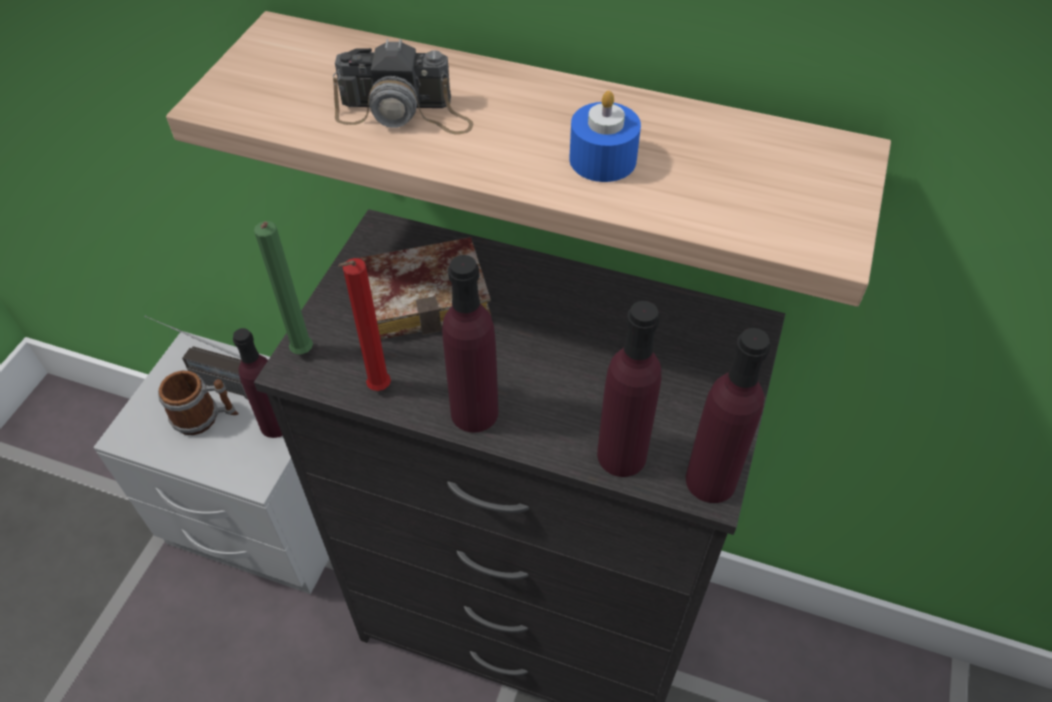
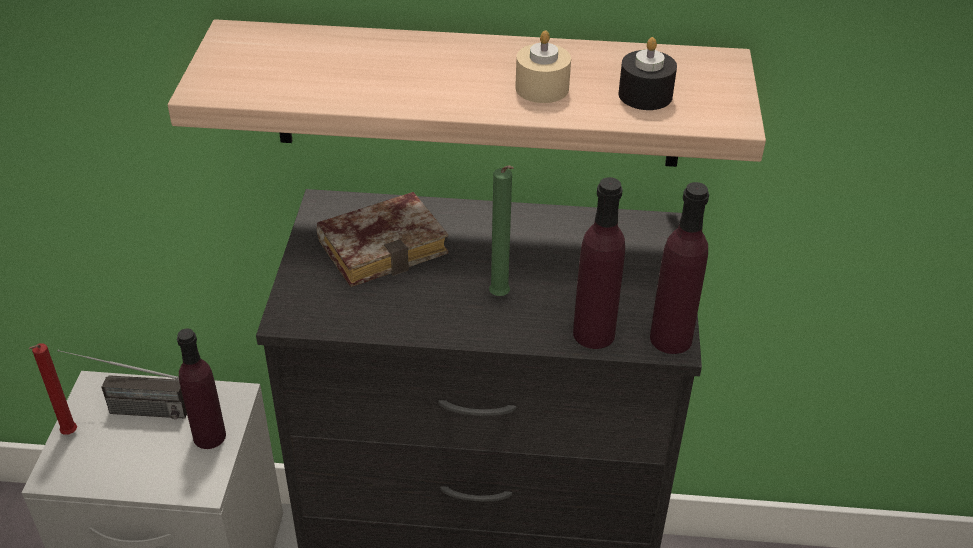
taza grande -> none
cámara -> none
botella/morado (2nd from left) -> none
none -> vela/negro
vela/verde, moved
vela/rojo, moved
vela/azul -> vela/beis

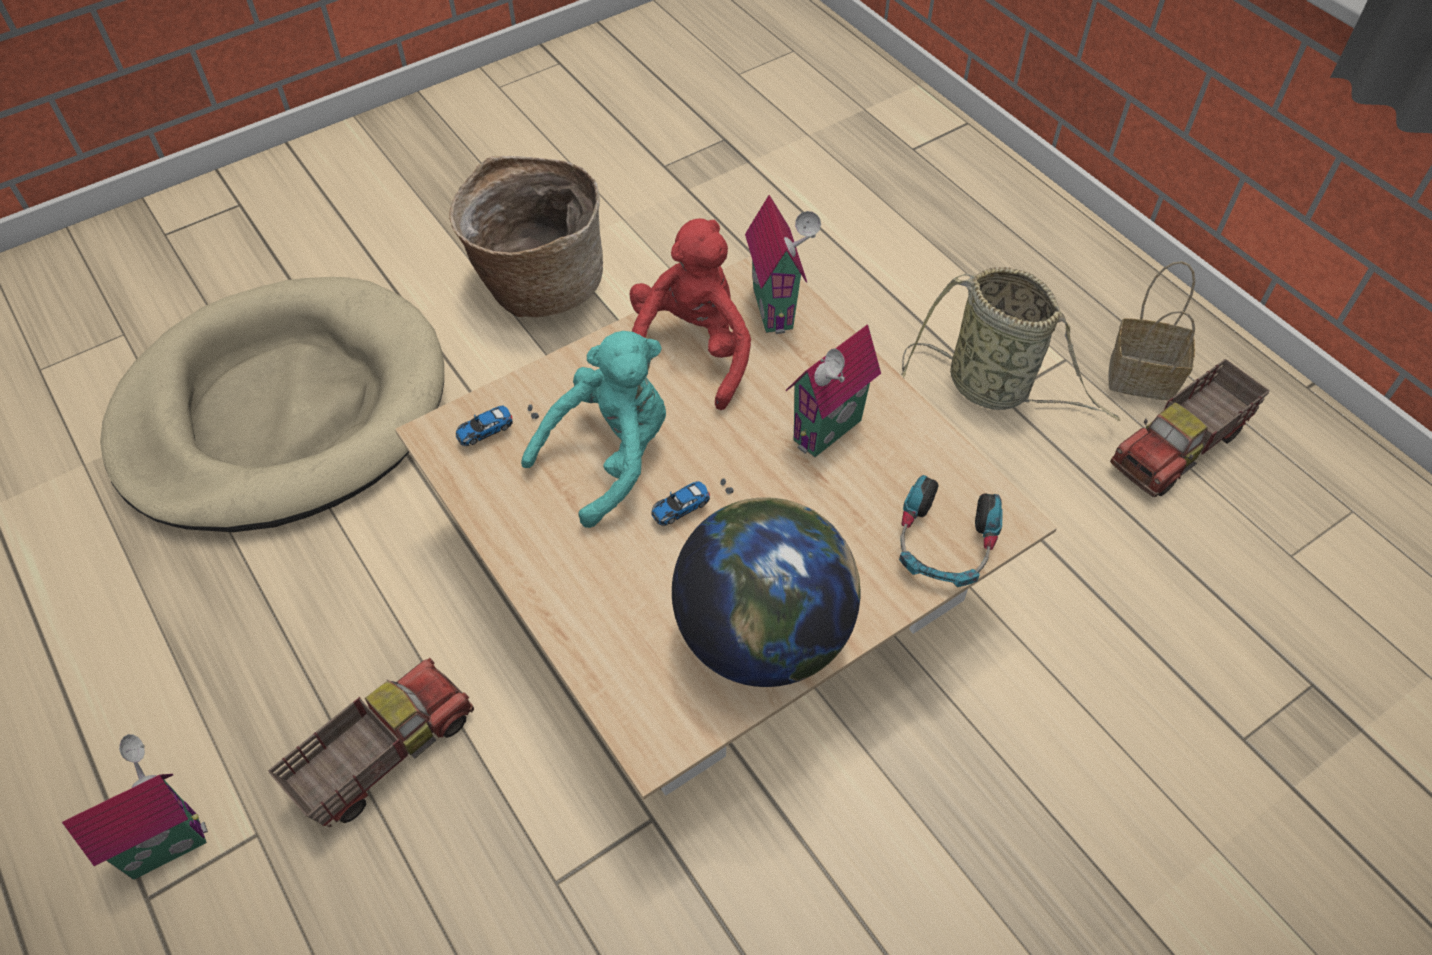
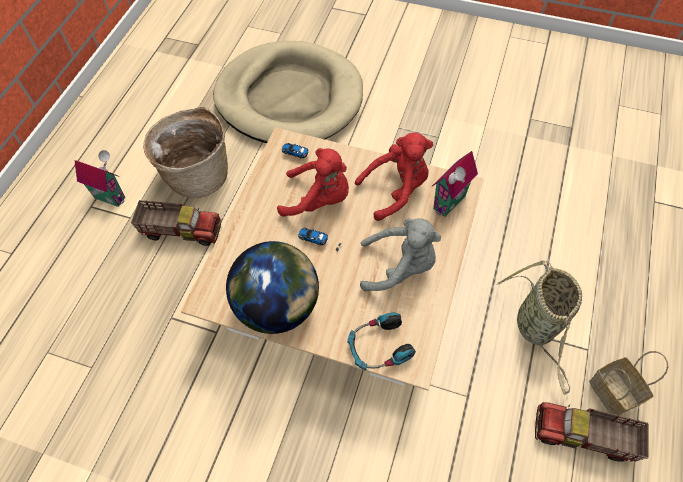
cesta (1st from left), moved
casita (3rd from left) -> peluche/gris
peluche/turquesa -> peluche/rojo (1st from left)

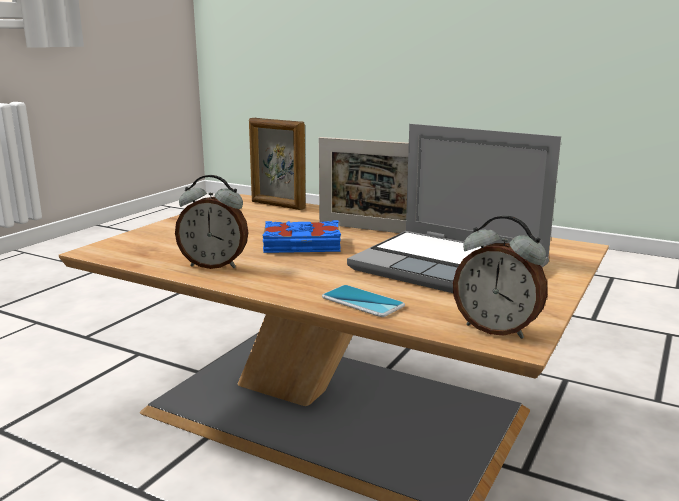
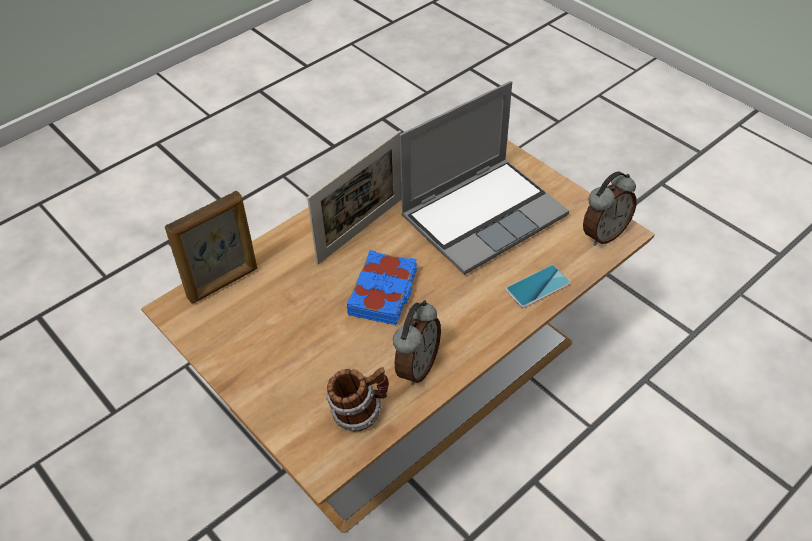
none -> taza grande

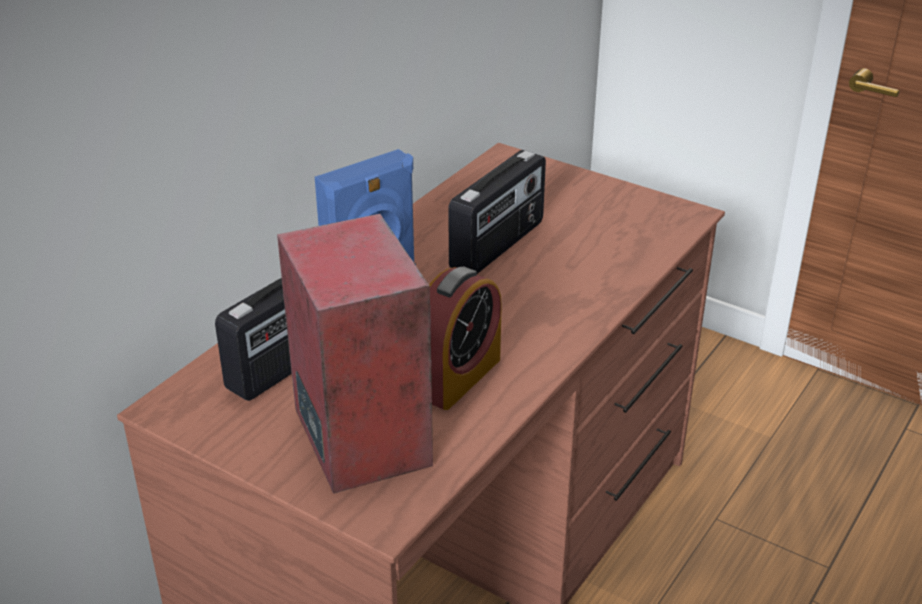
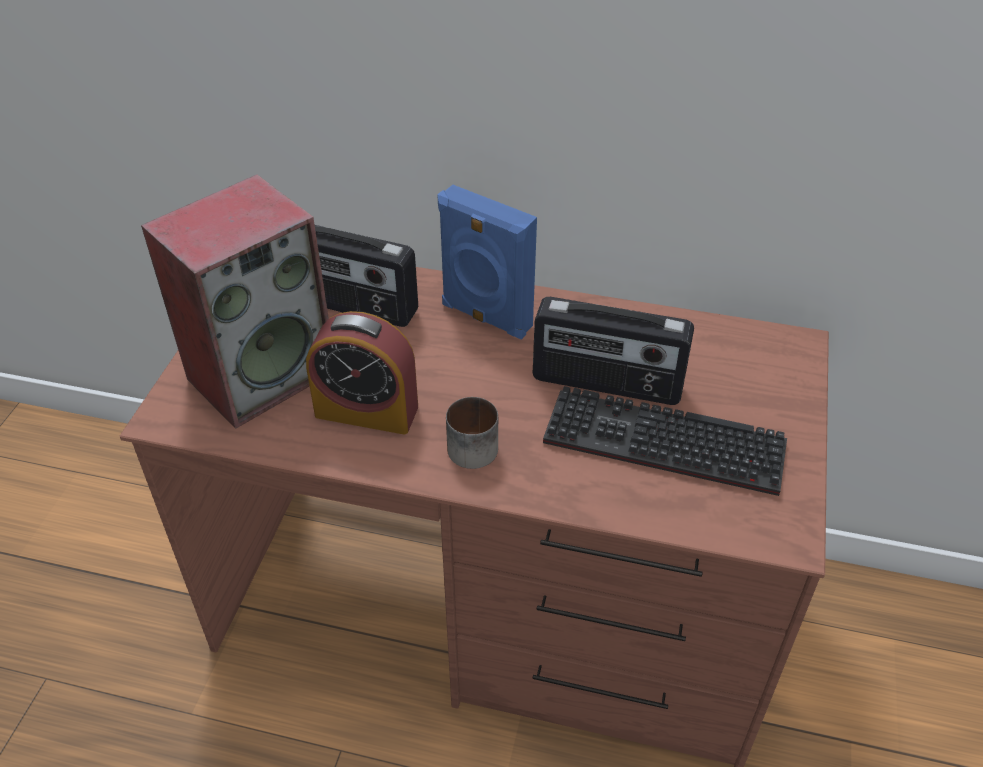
none -> taza grande
none -> teclado

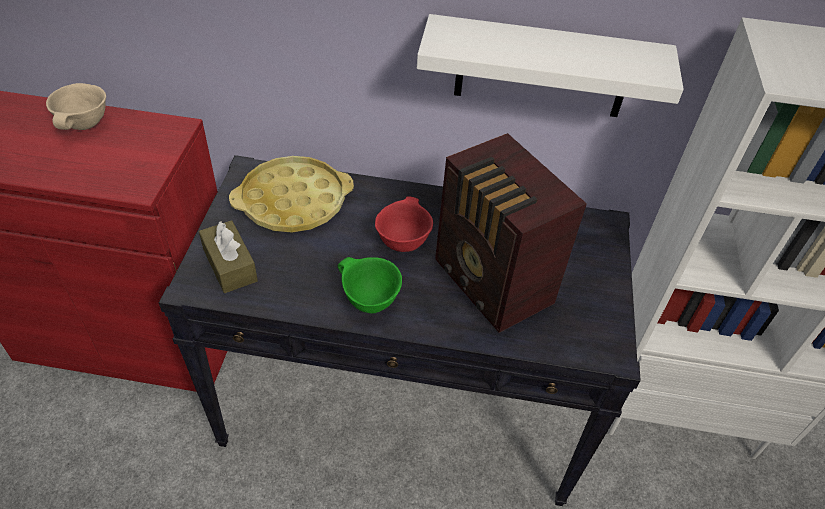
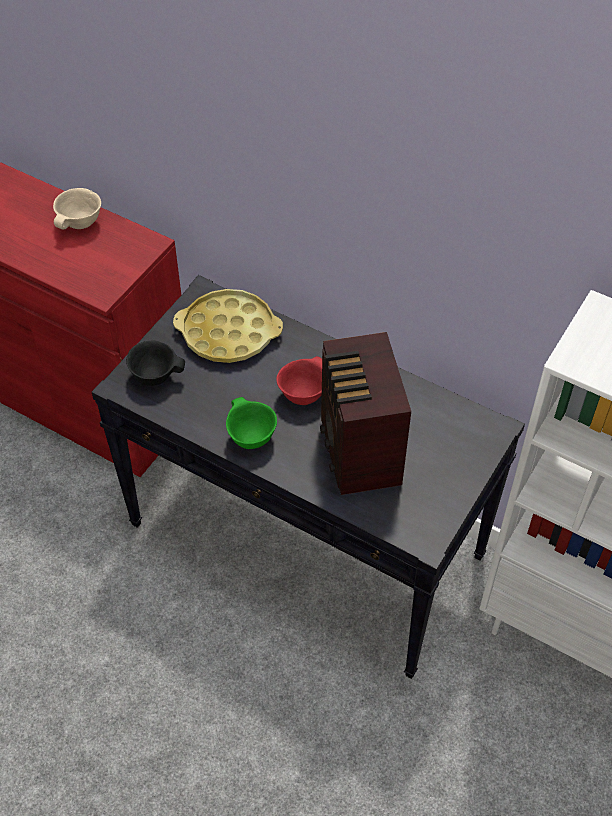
estante/blanco -> none
caja de pañuelos/marrón -> cuenco/negro

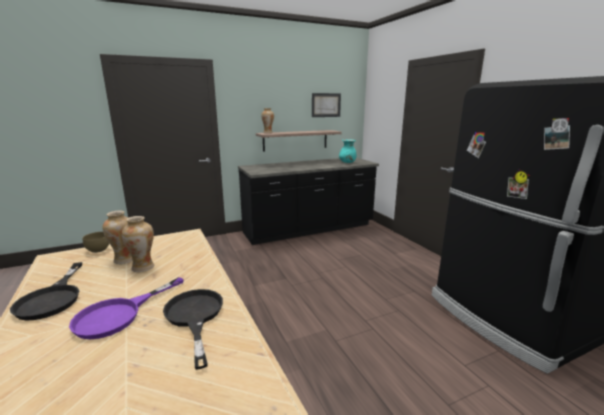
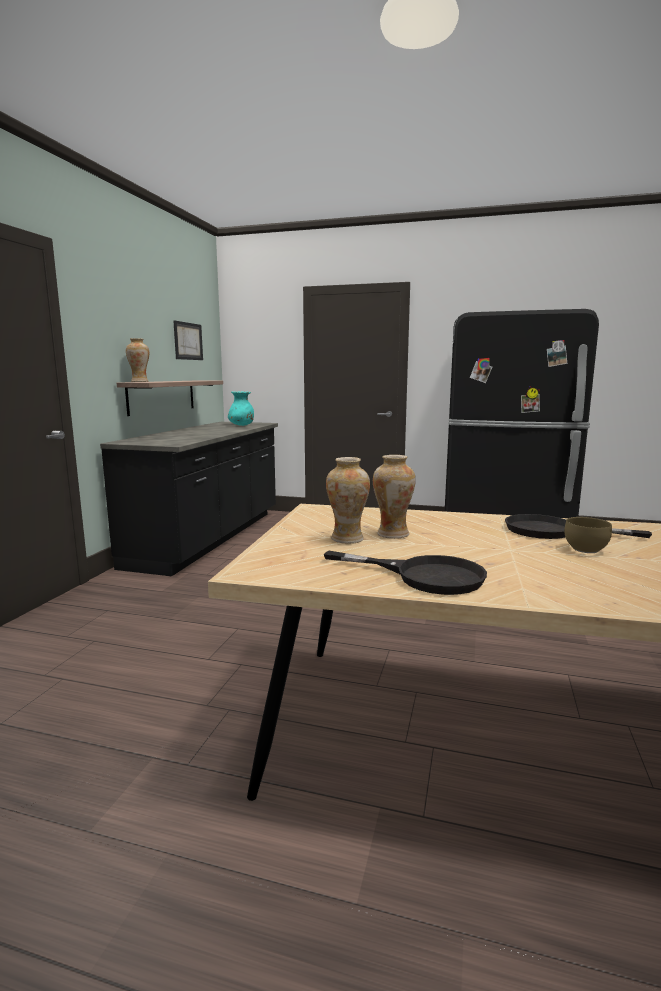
sartén/morado -> none
cuenco/marrón, moved

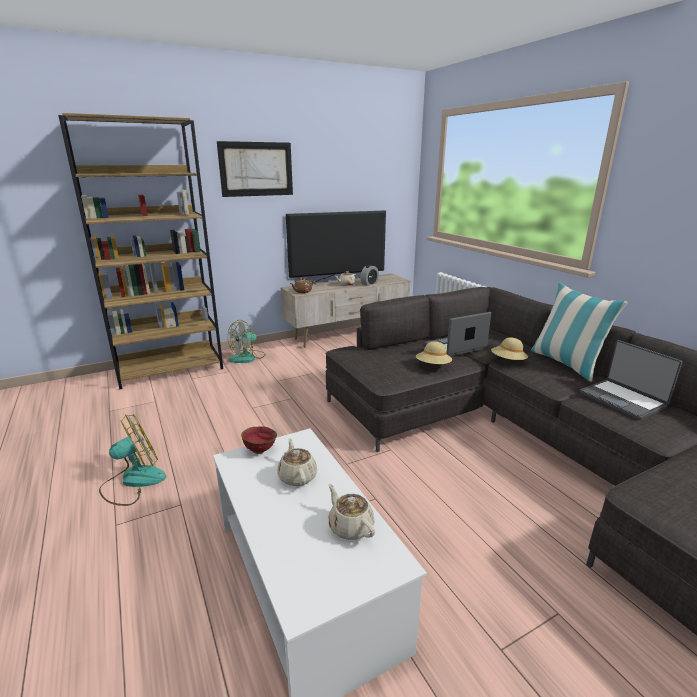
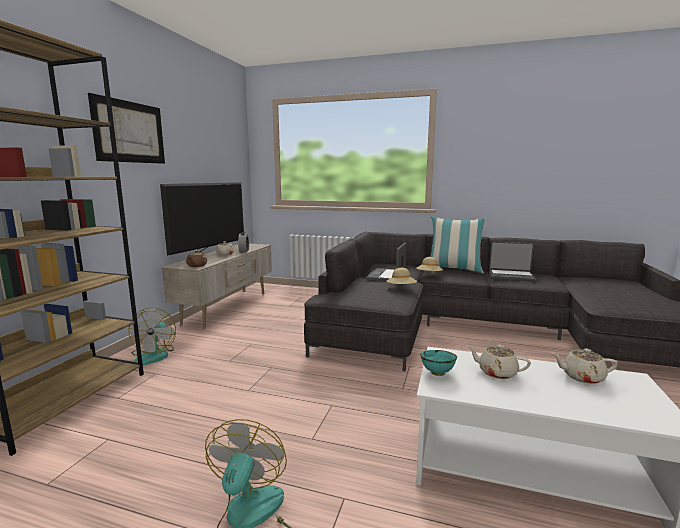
cuenco/rojo -> cuenco/turquesa

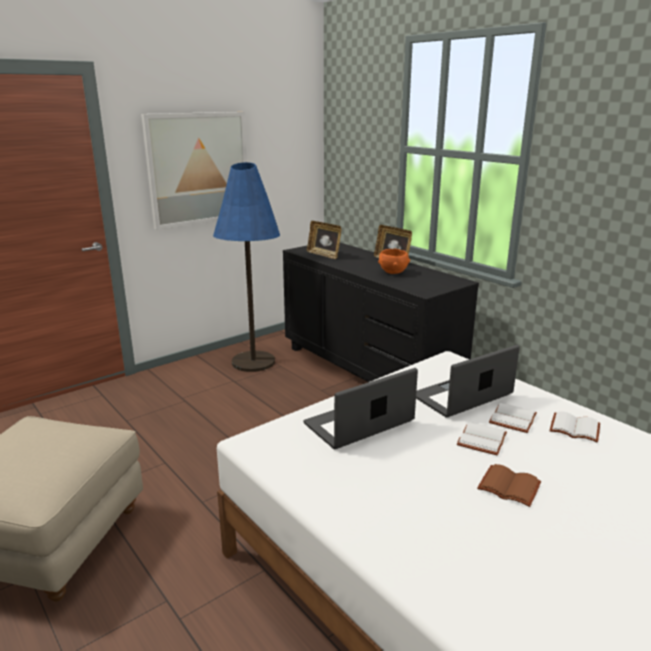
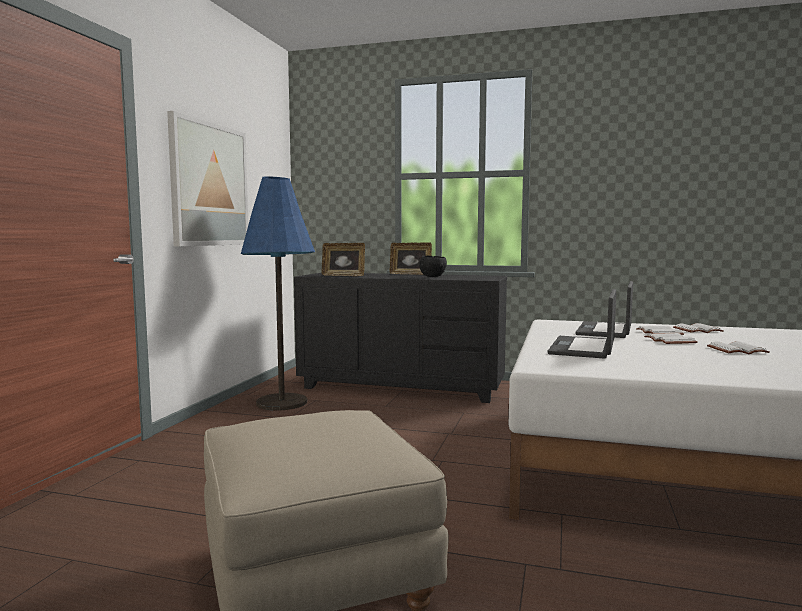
cuenco/naranja -> cuenco/negro
libro/marrón -> libro/blanco (4th from left)

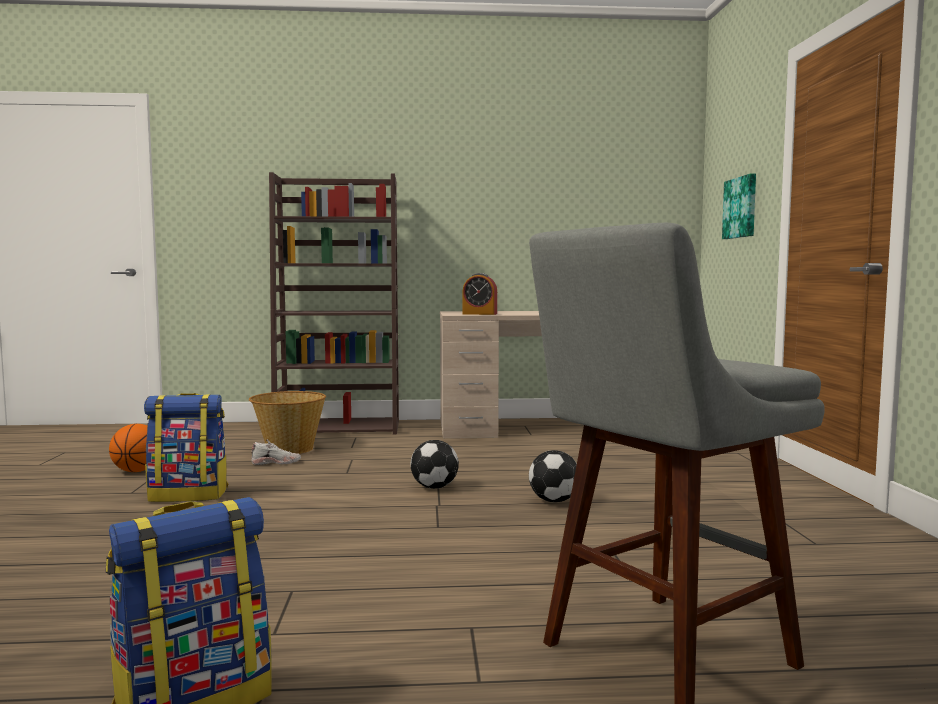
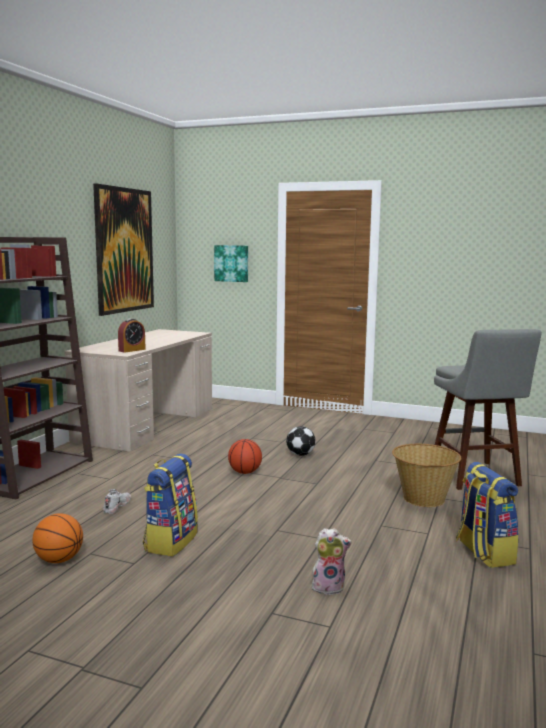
none -> cuadro (1st from left)
none -> peluche
cesta, moved
balón de fútbol (1st from left) -> balón de baloncesto (2nd from left)

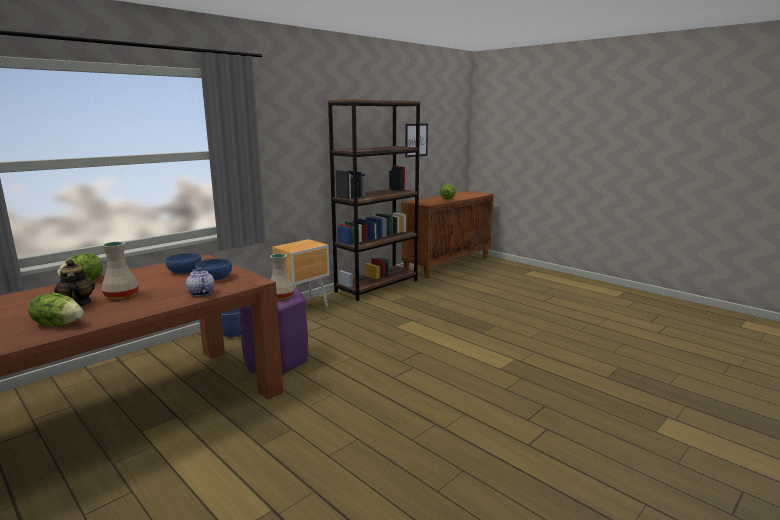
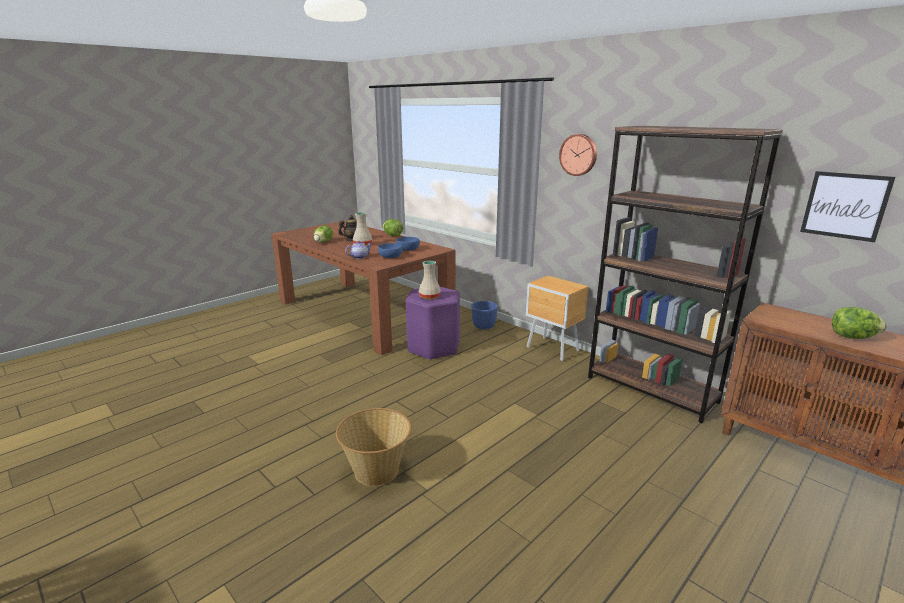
none -> cesta
none -> reloj de pared

